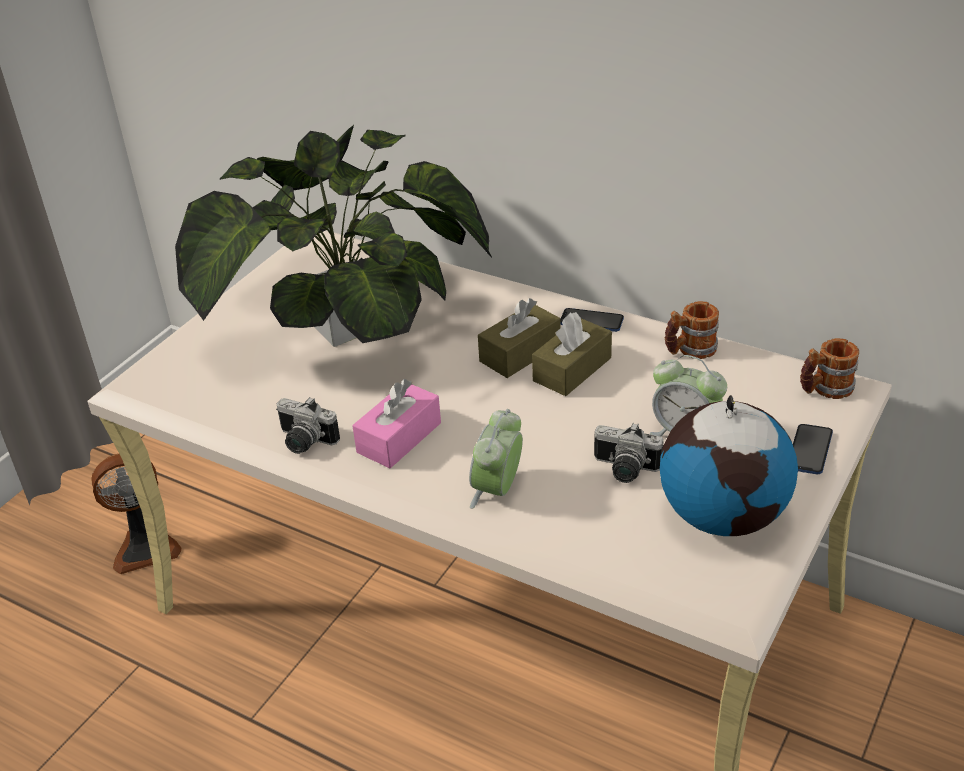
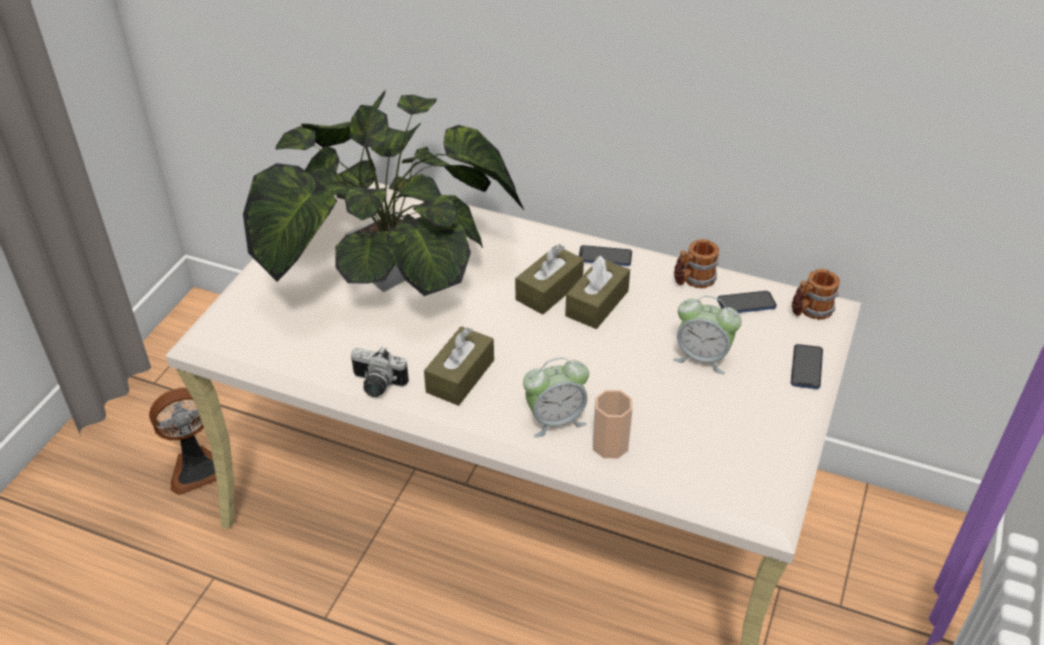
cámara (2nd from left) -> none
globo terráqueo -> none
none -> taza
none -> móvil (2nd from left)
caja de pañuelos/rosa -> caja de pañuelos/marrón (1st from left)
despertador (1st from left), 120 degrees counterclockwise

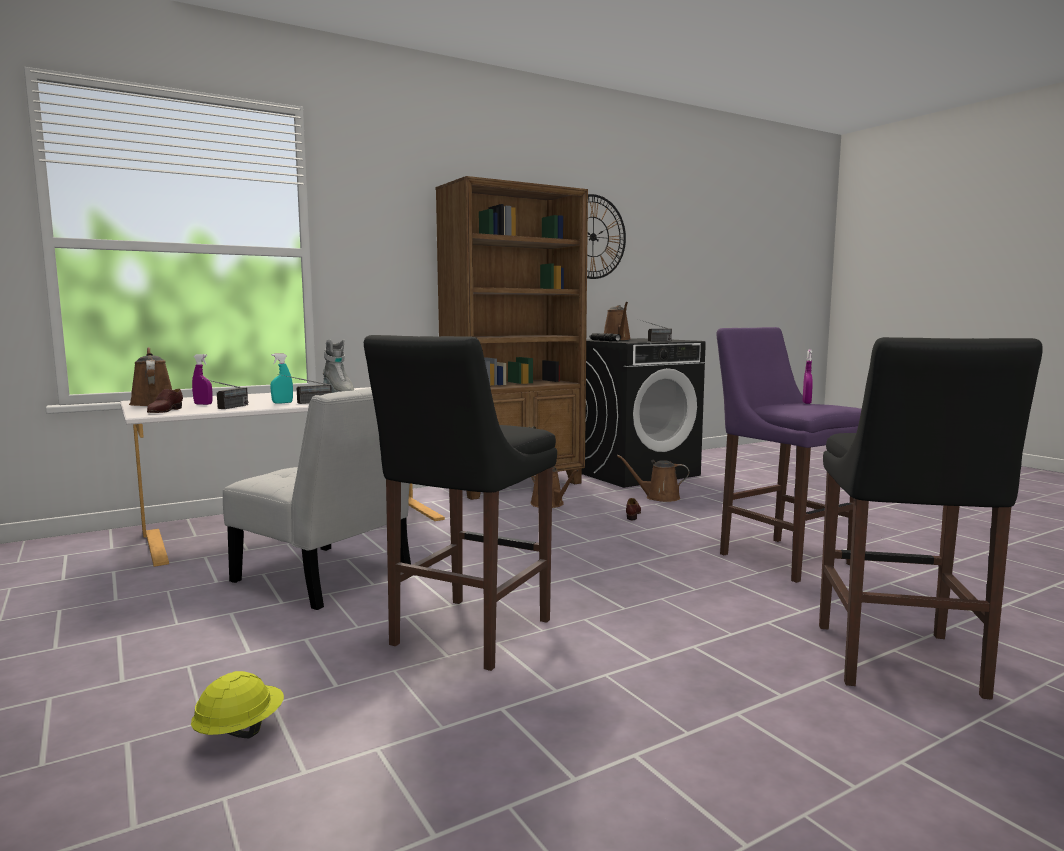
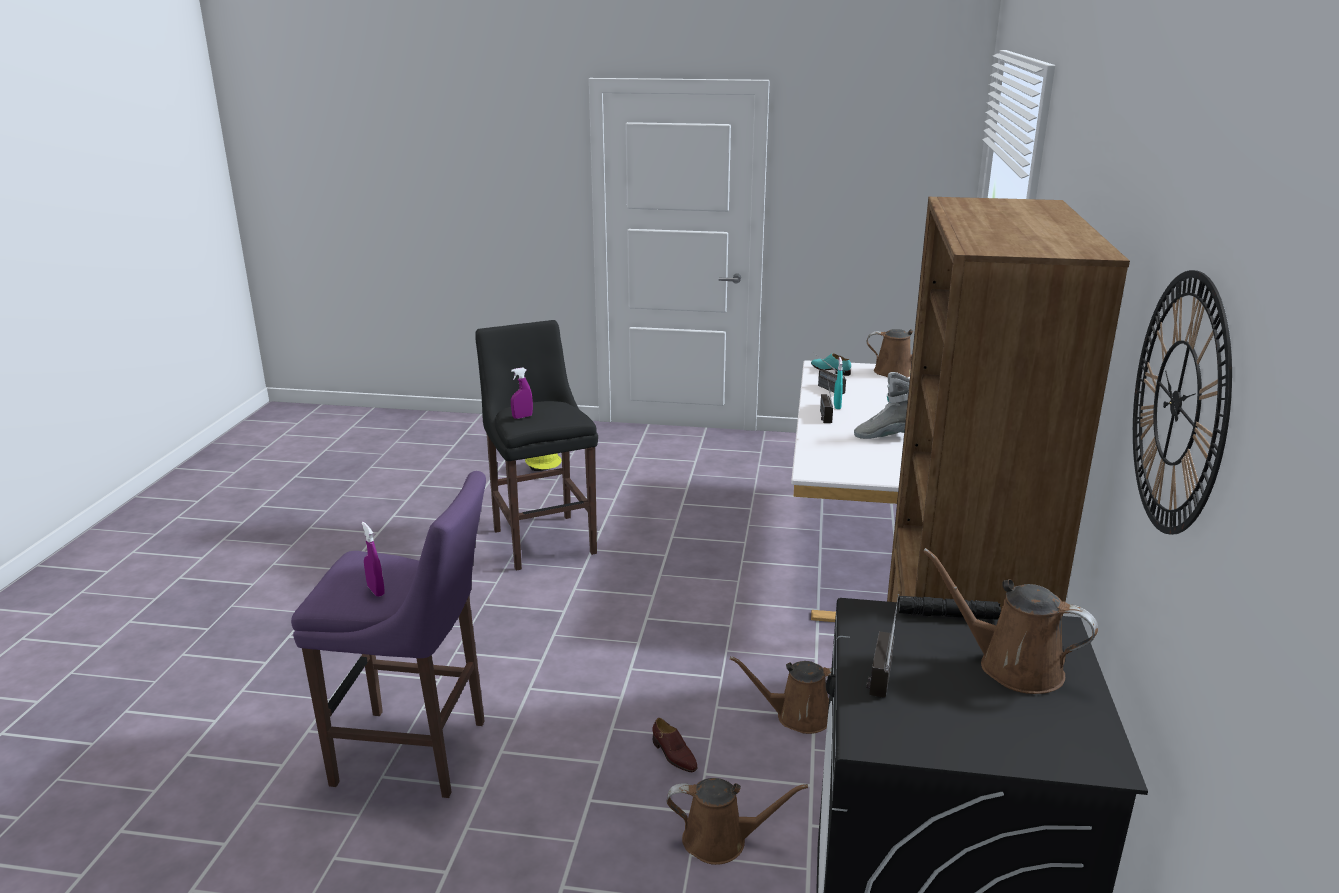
silla/blanco -> none
taburete/negro (2nd from left) -> none
pulverizador/morado (1st from left in the first image) -> pulverizador/morado (2nd from left), moved
zapato/marrón (1st from left) -> zapato/turquesa
regadera/marrón (4th from left in the first image) -> regadera/marrón (1st from left), 45 degrees clockwise

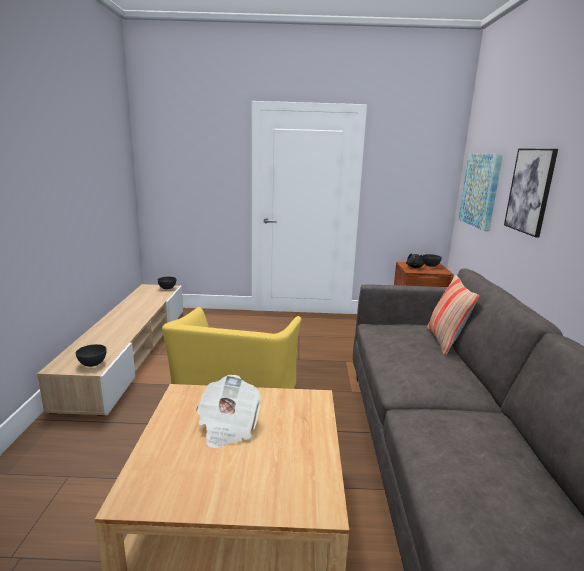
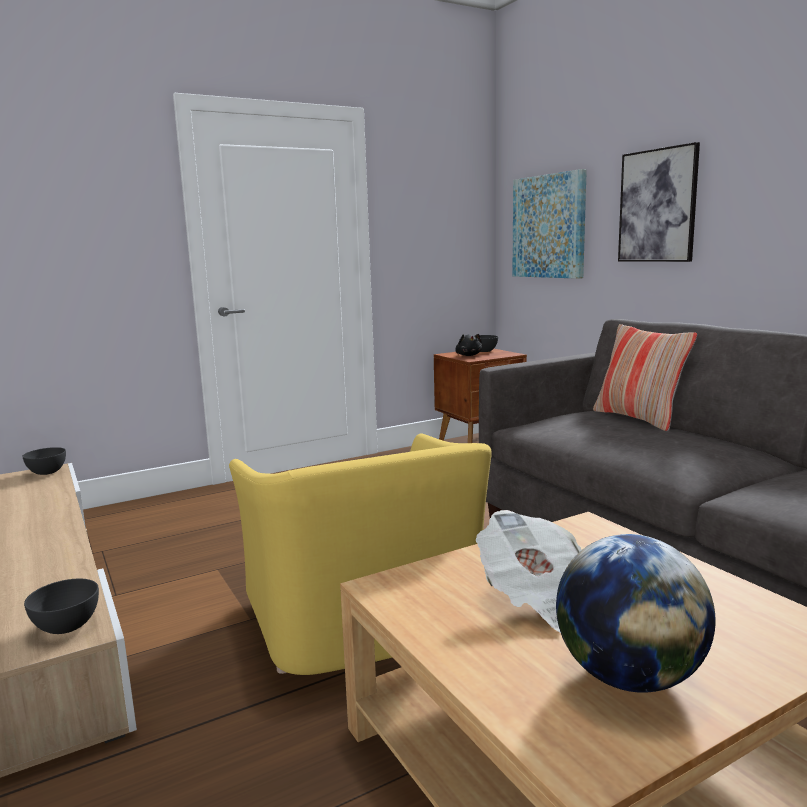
none -> globo terráqueo

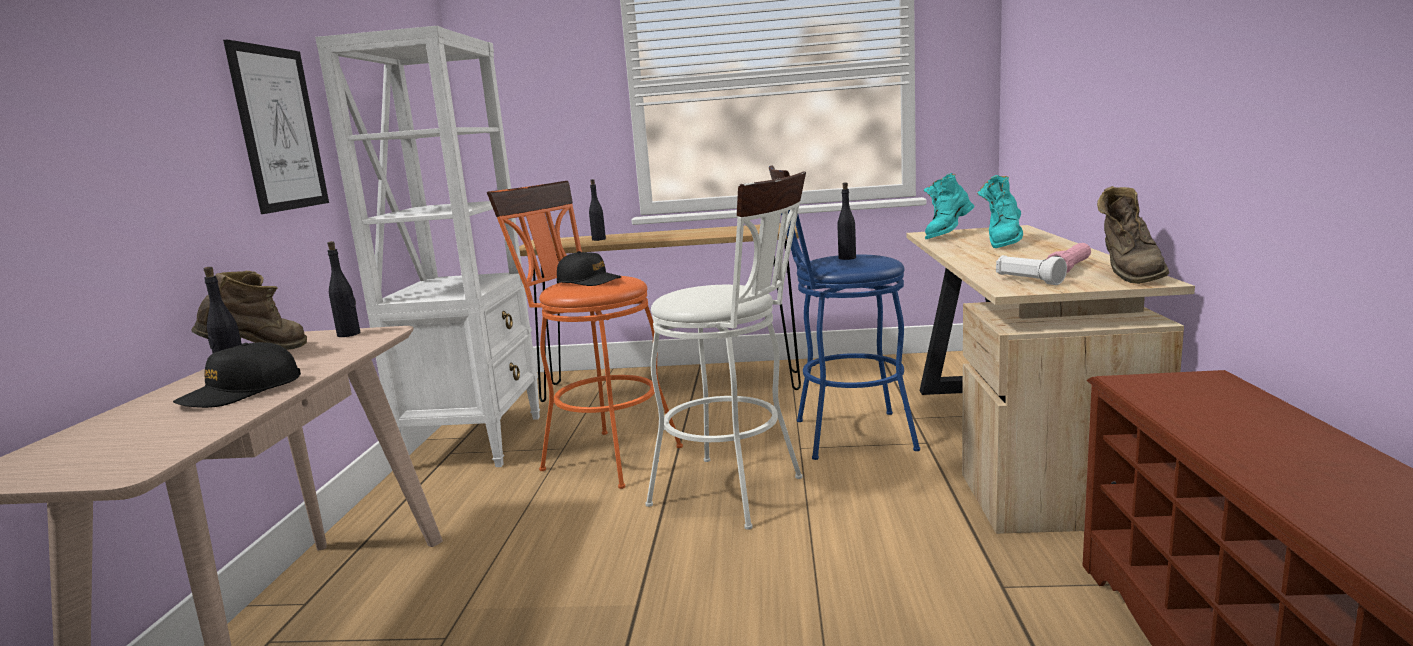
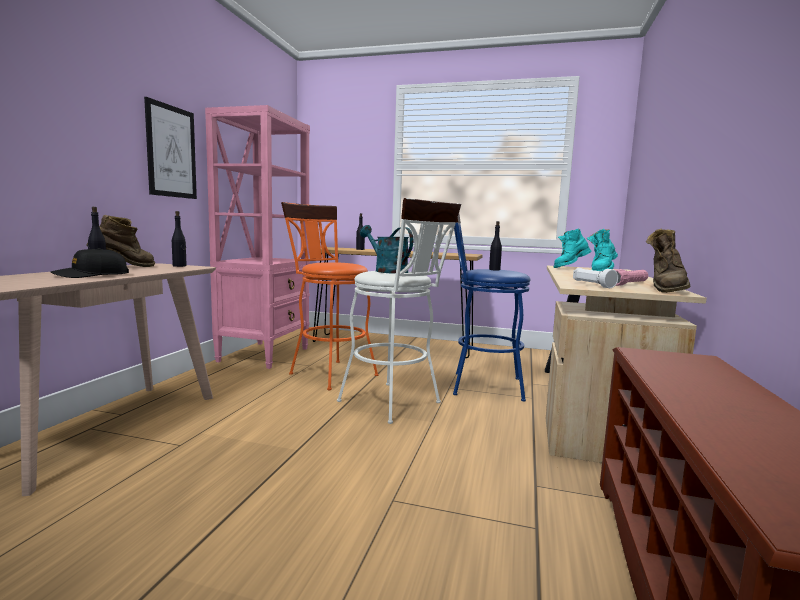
gorra/negro (2nd from left) -> none
none -> regadera/turquesa
estantería/blanco -> estantería/rosa

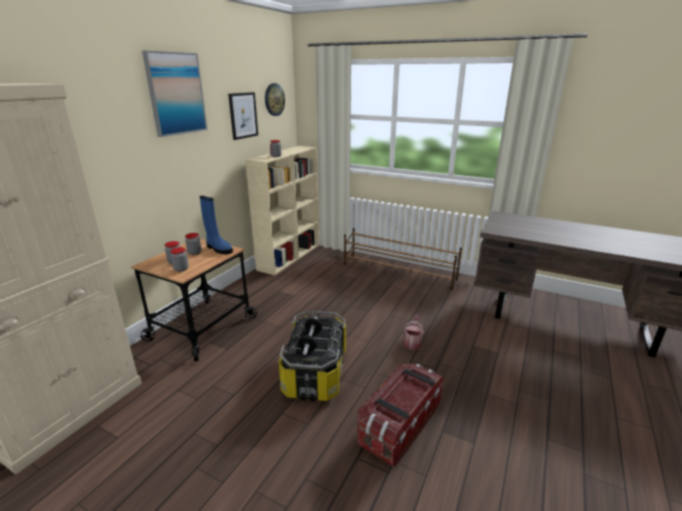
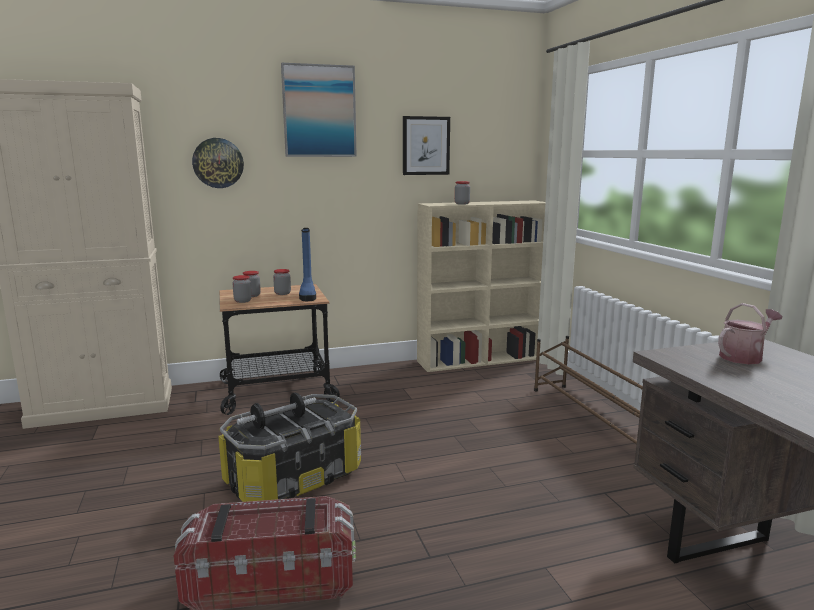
reloj de pared, moved
regadera, moved

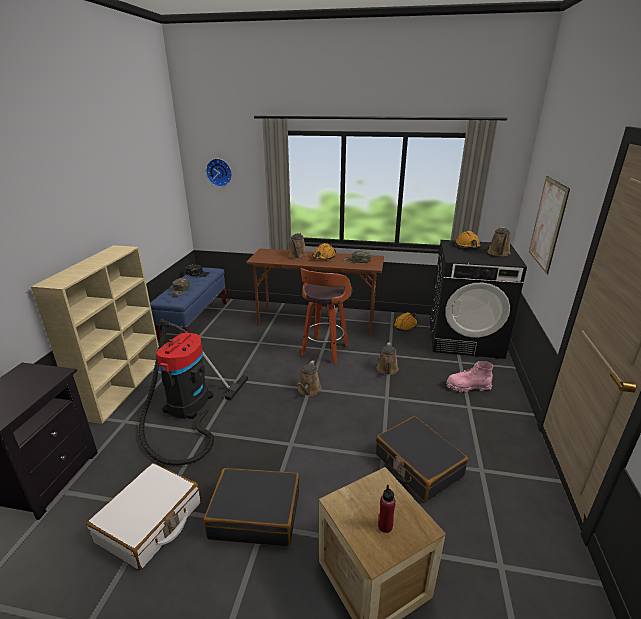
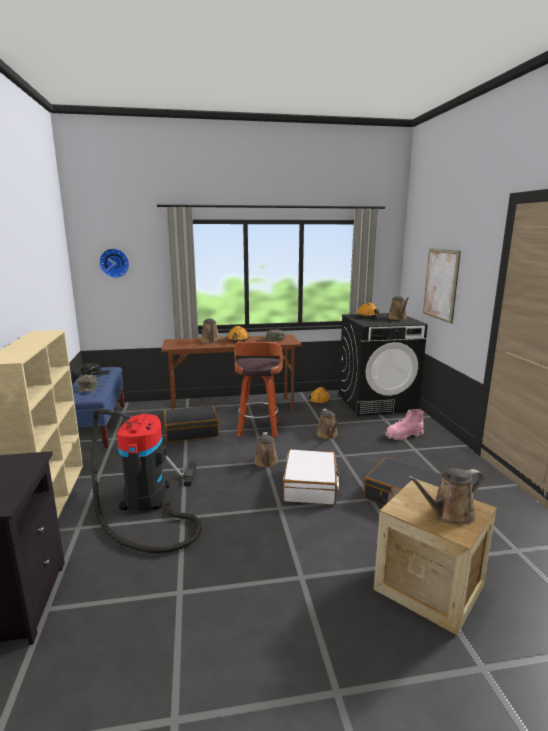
maleta/blanco, moved
maleta/negro (1st from left), moved
botella/rojo -> regadera/marrón (5th from left)

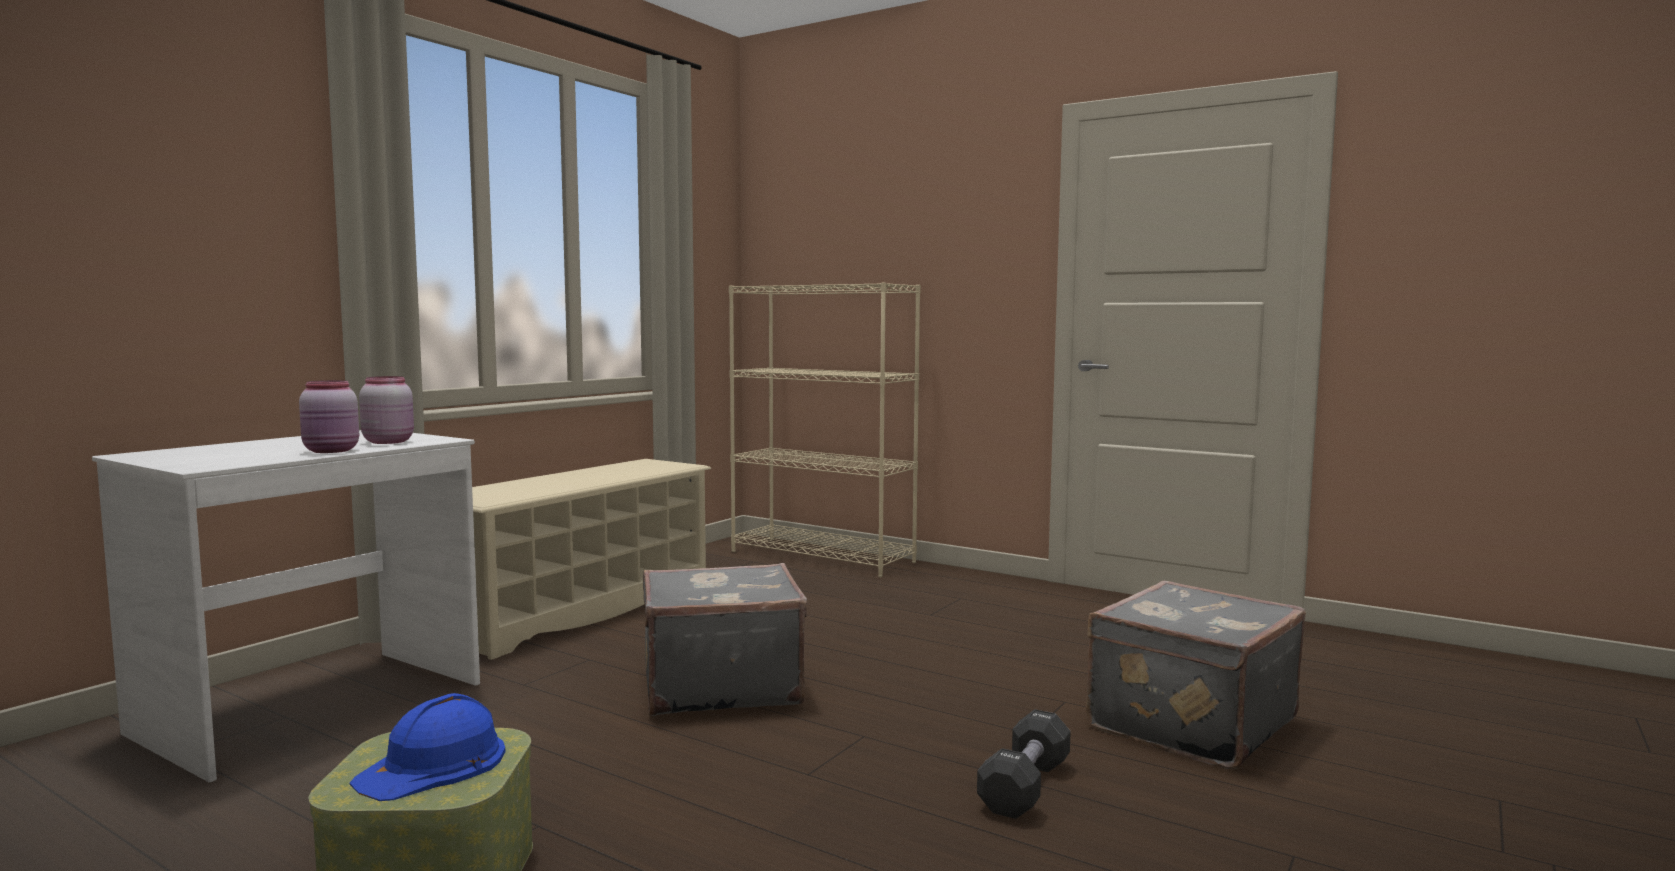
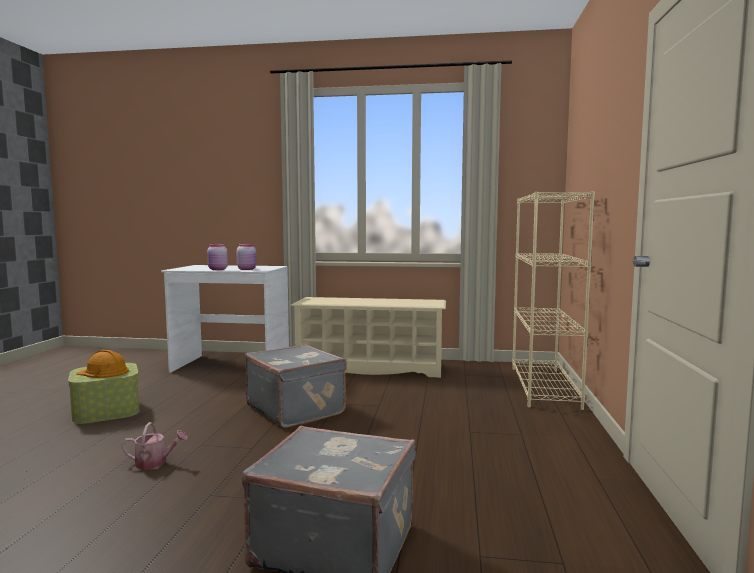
mancuerna/negro -> none
none -> regadera
casco/azul -> casco/naranja

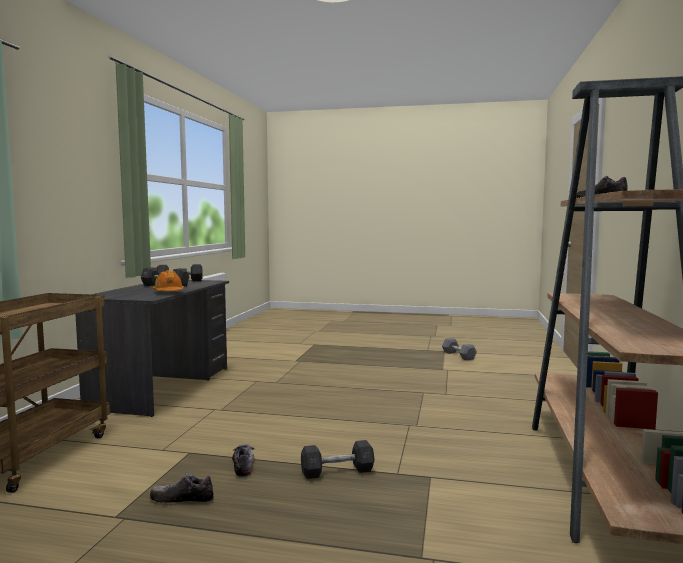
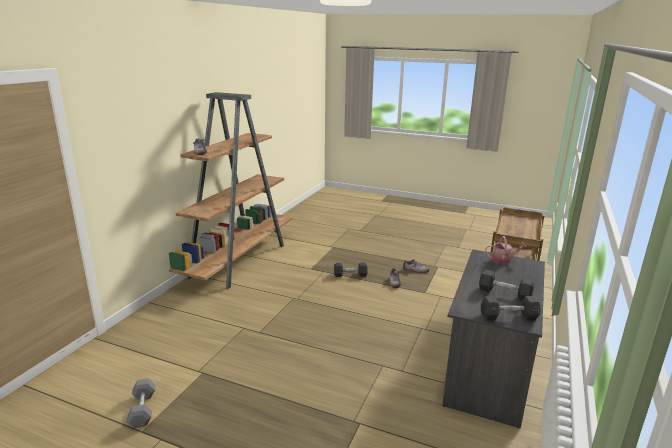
casco/naranja -> none
none -> regadera

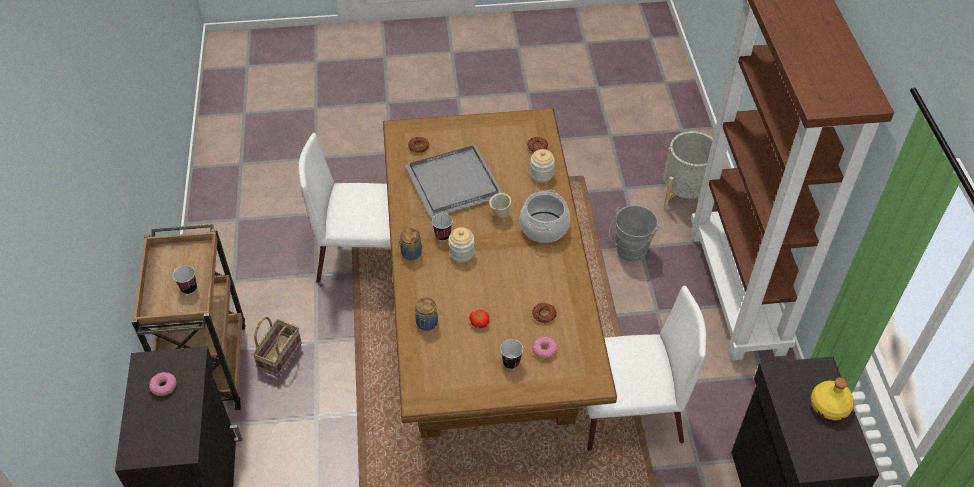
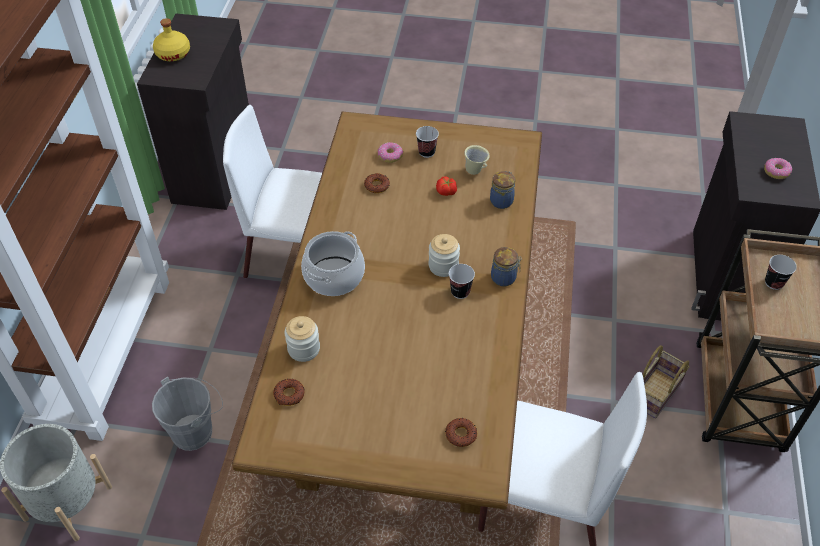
bandeja/gris -> none
taza grande/beis, moved

